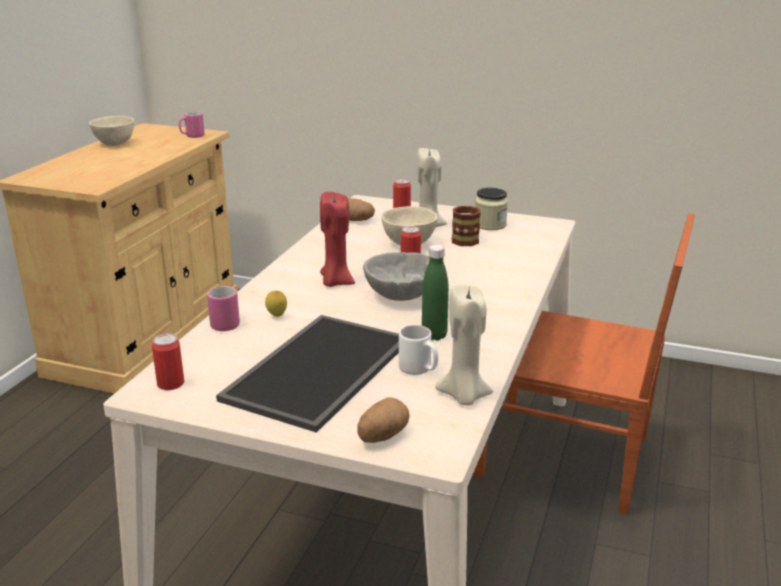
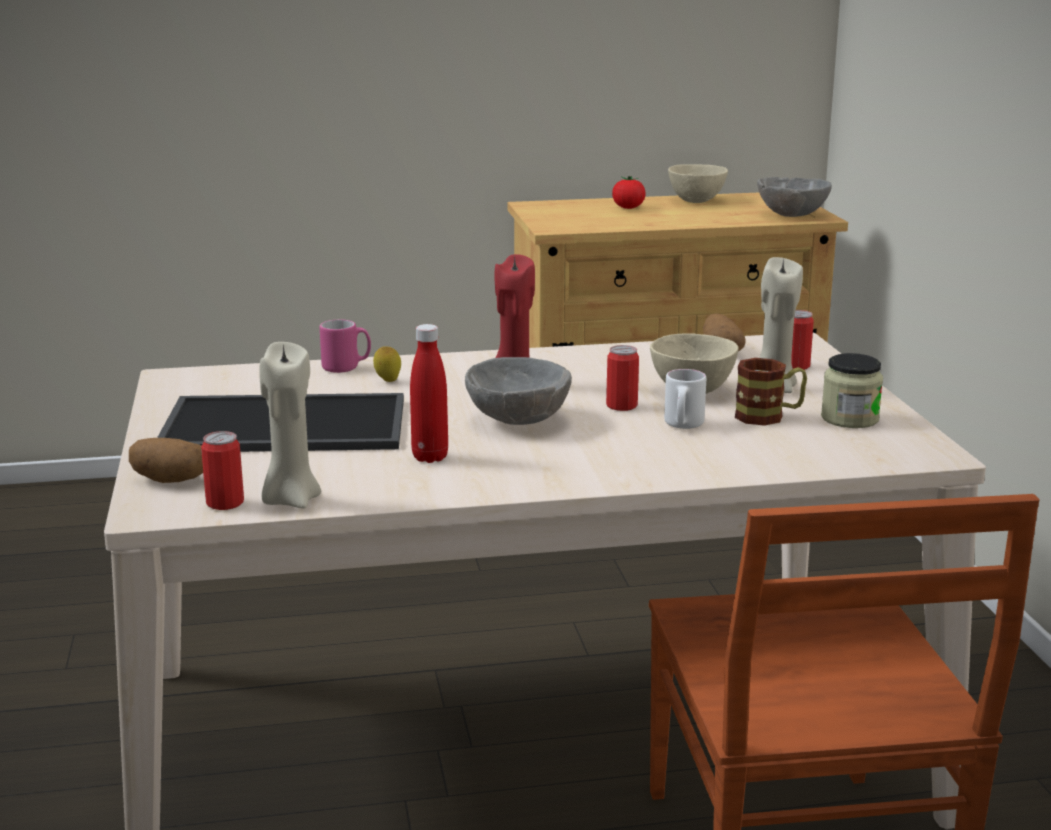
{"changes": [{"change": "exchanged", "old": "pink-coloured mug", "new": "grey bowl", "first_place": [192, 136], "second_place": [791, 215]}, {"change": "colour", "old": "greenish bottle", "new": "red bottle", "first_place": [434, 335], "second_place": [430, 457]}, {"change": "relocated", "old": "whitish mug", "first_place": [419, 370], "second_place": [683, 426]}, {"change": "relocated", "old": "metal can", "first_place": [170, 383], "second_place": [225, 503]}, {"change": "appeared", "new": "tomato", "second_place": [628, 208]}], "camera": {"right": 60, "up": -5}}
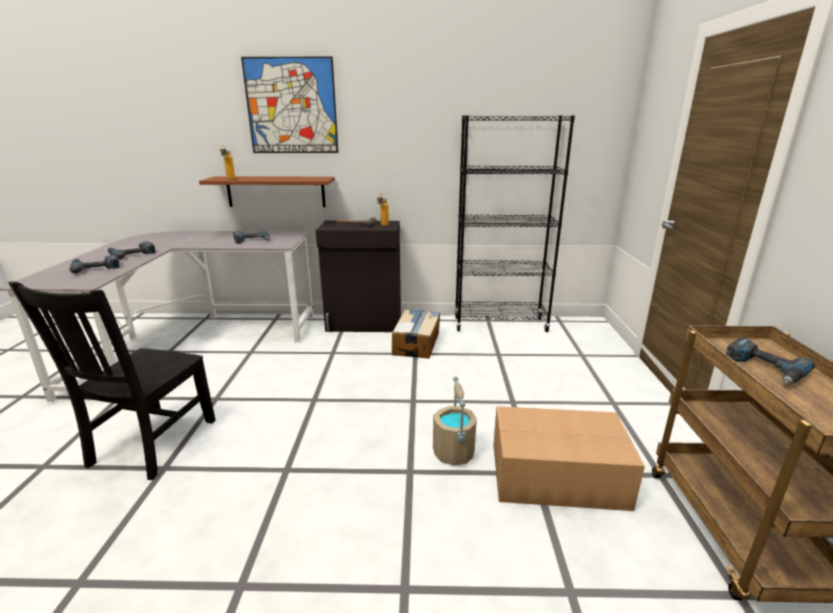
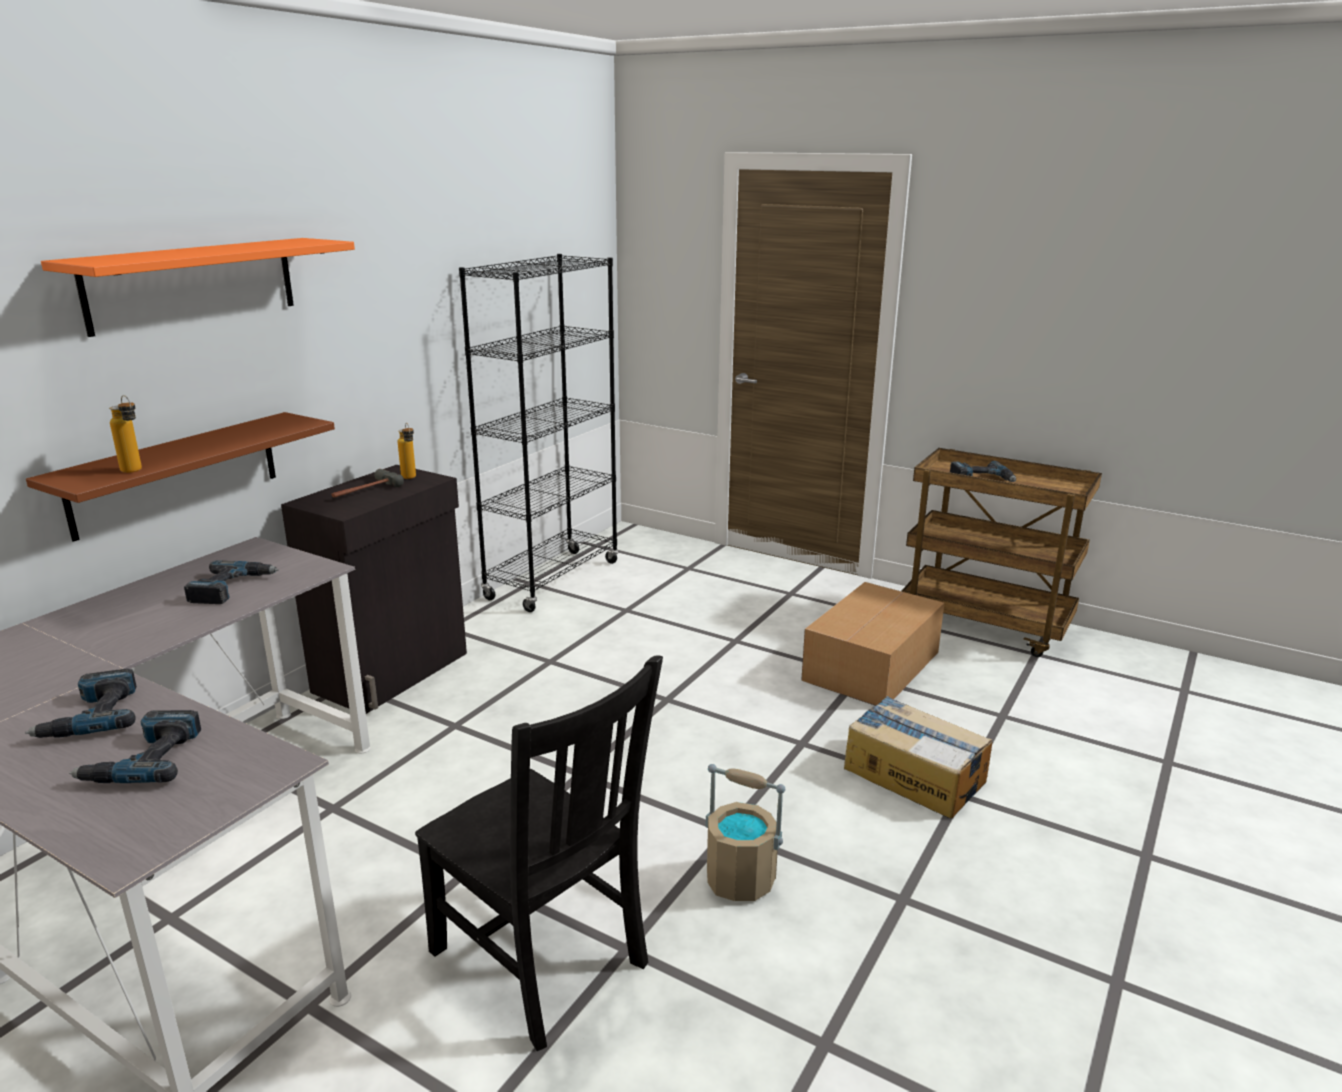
{"changes": [{"change": "exchanged", "old": "picture", "new": "orange wall shelf", "first_place": [291, 106], "second_place": [193, 284]}, {"change": "relocated", "old": "carton", "first_place": [416, 343], "second_place": [914, 774]}, {"change": "relocated", "old": "beige-coloured water bucket", "first_place": [454, 452], "second_place": [740, 880]}], "camera": {"right": -60, "up": 0}}
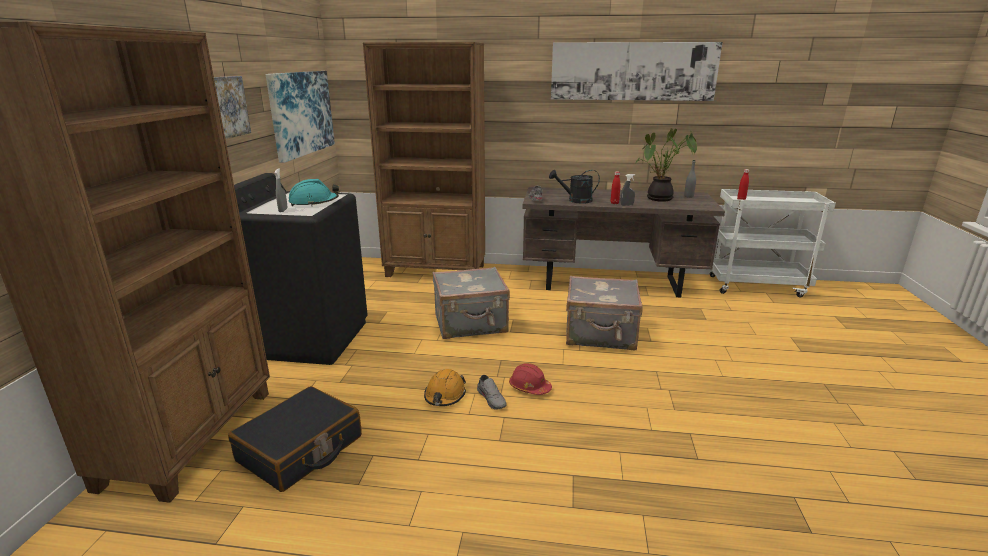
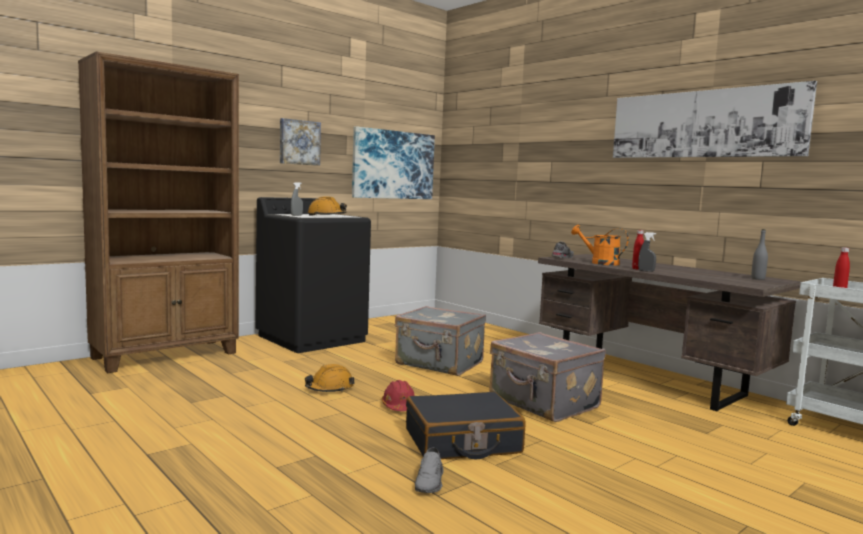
{"changes": [{"change": "missing", "old": "brownish shelving unit", "first_place": [436, 271]}, {"change": "missing", "old": "houseplant", "first_place": [659, 199]}, {"change": "colour", "old": "blackish sprinkling can", "new": "orange sprinkling can", "first_place": [575, 200], "second_place": [599, 263]}, {"change": "colour", "old": "blue-green work helmet", "new": "orange work helmet", "first_place": [314, 202], "second_place": [326, 216]}, {"change": "relocated", "old": "grey shoe", "first_place": [492, 399], "second_place": [430, 482]}, {"change": "relocated", "old": "blackish suitcase", "first_place": [300, 449], "second_place": [462, 442]}], "camera": {"right": 40, "up": -15}}
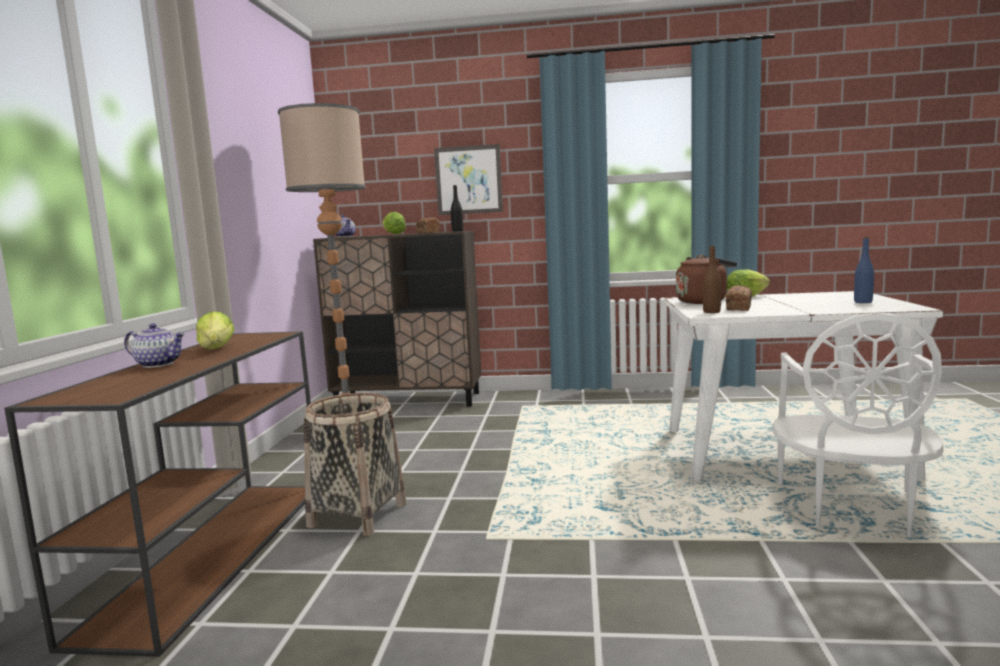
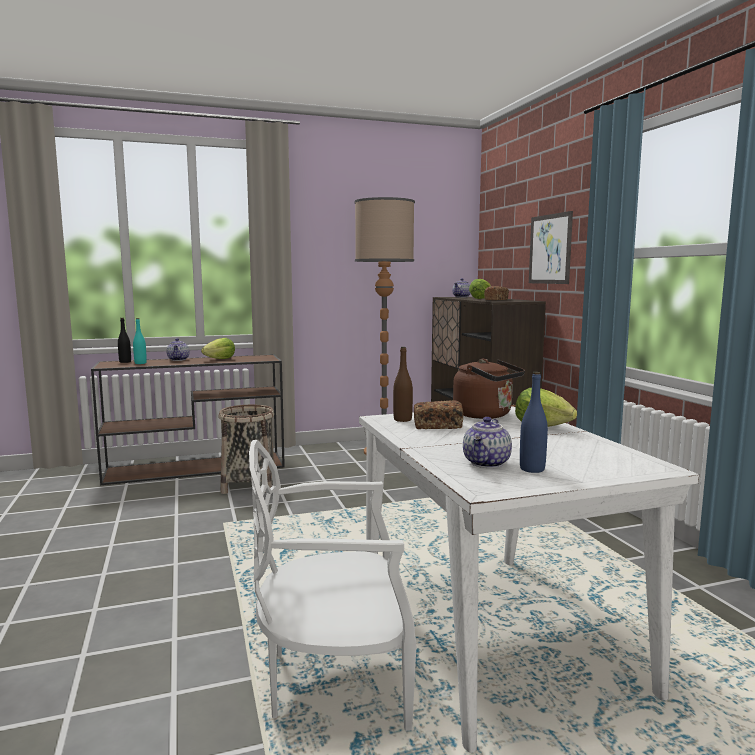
{"changes": [{"change": "relocated", "old": "blackish bottle", "first_place": [457, 231], "second_place": [125, 362]}, {"change": "appeared", "new": "blue-green bottle", "second_place": [140, 363]}, {"change": "appeared", "new": "teapot", "second_place": [487, 463]}], "camera": {"right": 65, "up": 0}}
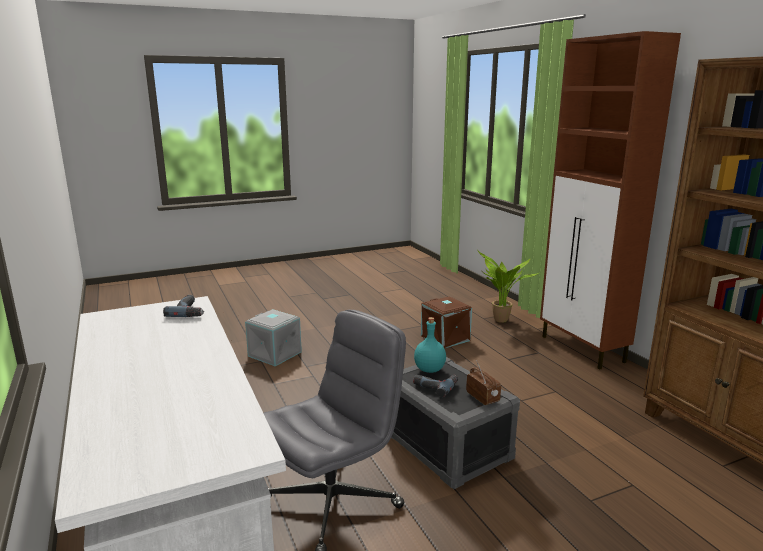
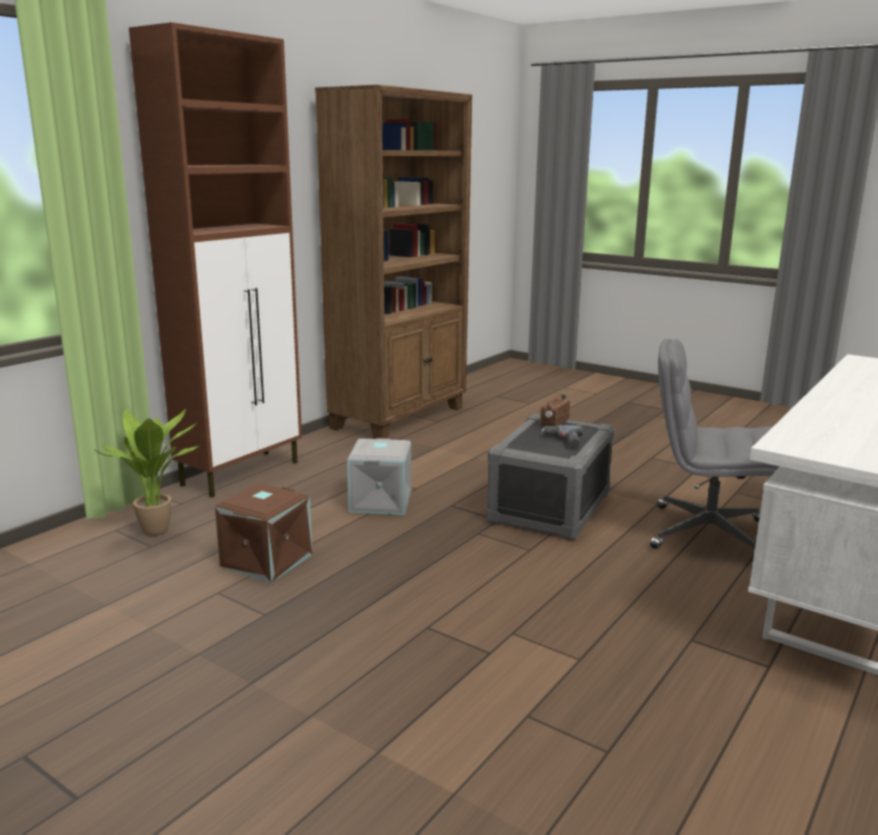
{"changes": [{"change": "missing", "old": "drill", "first_place": [190, 311]}, {"change": "relocated", "old": "grey storage bin", "first_place": [274, 354], "second_place": [382, 502]}, {"change": "missing", "old": "blue-green bottle", "first_place": [430, 369]}], "camera": {"right": -120, "up": 0}}
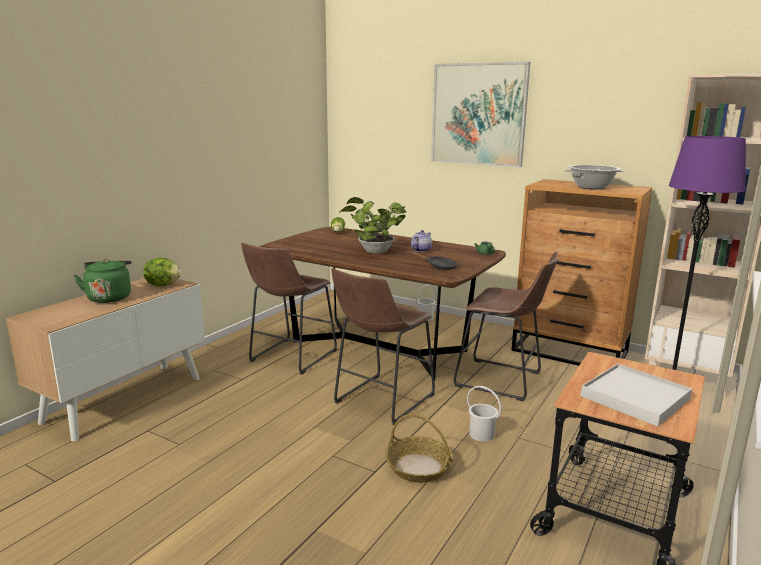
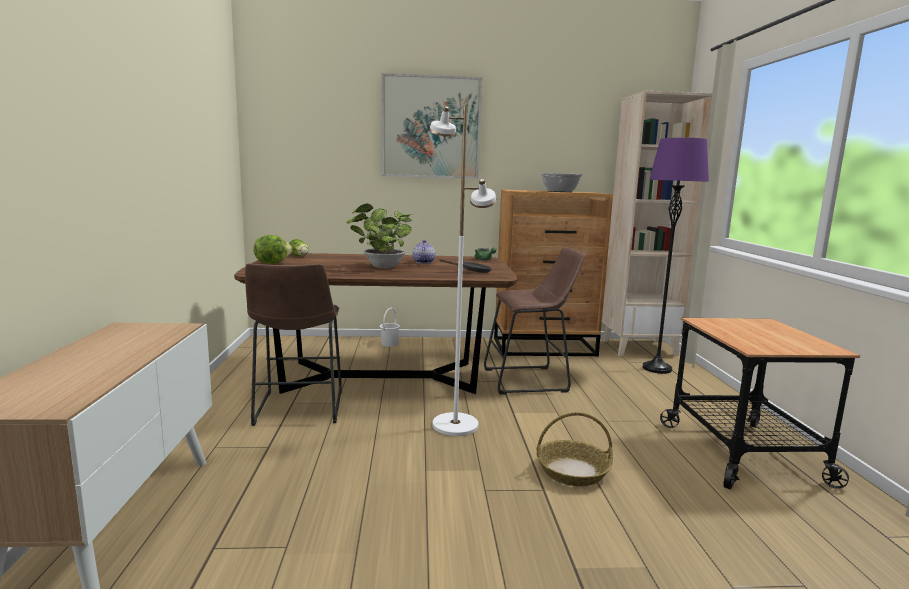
{"changes": [{"change": "relocated", "old": "lettuce", "first_place": [163, 285], "second_place": [272, 263]}, {"change": "missing", "old": "greenish kettle", "first_place": [109, 297]}, {"change": "exchanged", "old": "brownish sitting stool", "new": "whitish standard lamp", "first_place": [381, 401], "second_place": [455, 425]}, {"change": "missing", "old": "whitish carrying tray", "first_place": [635, 397]}, {"change": "missing", "old": "whitish water bucket", "first_place": [481, 434]}], "camera": {"right": -35, "up": -5}}
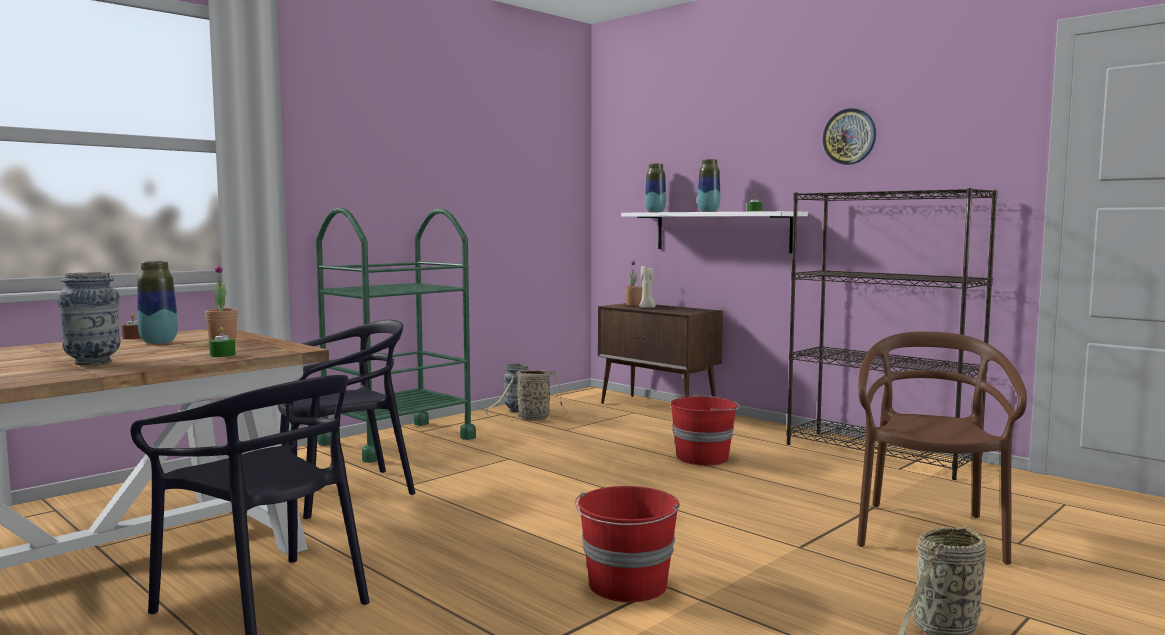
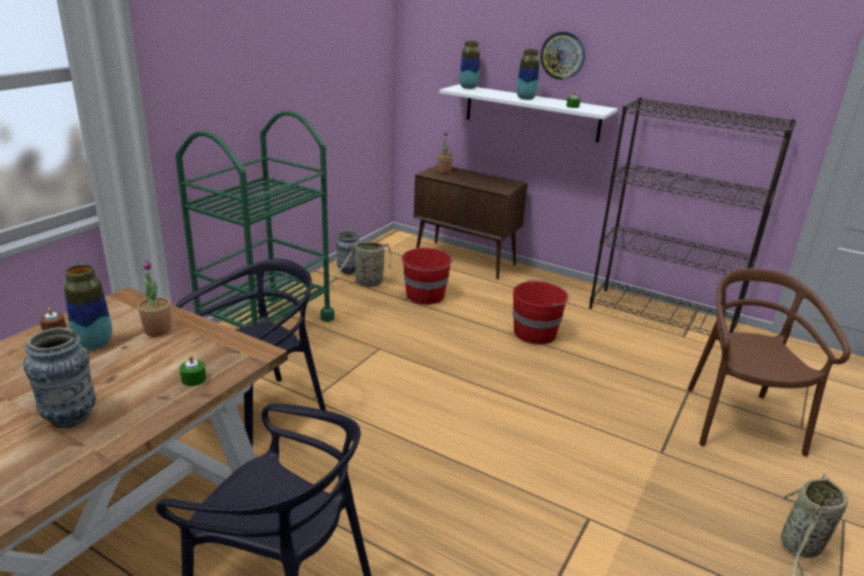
{"changes": [{"change": "relocated", "old": "clock on the wall", "first_place": [849, 136], "second_place": [562, 55]}, {"change": "missing", "old": "beige-coloured wax light", "first_place": [647, 308]}, {"change": "relocated", "old": "red water bucket", "first_place": [627, 585], "second_place": [425, 296]}], "camera": {"right": -15, "up": 20}}
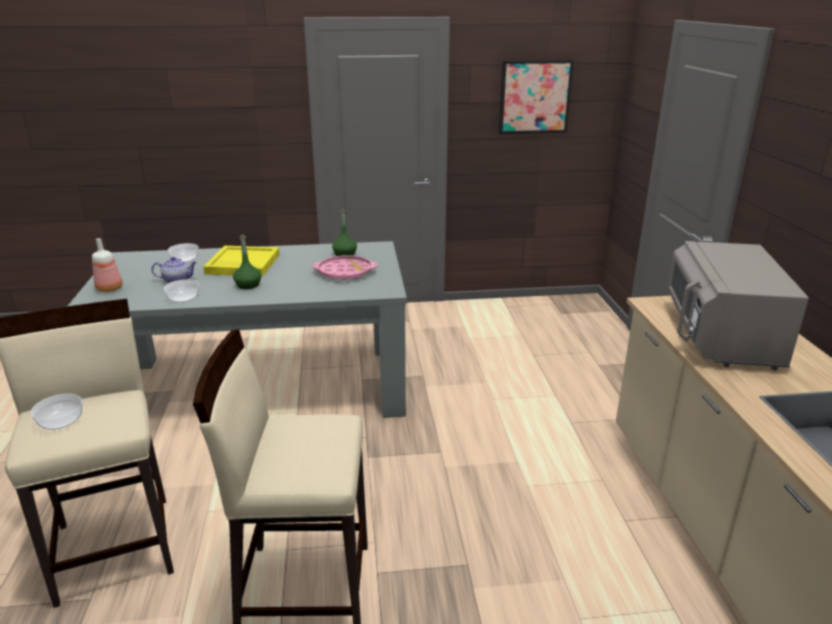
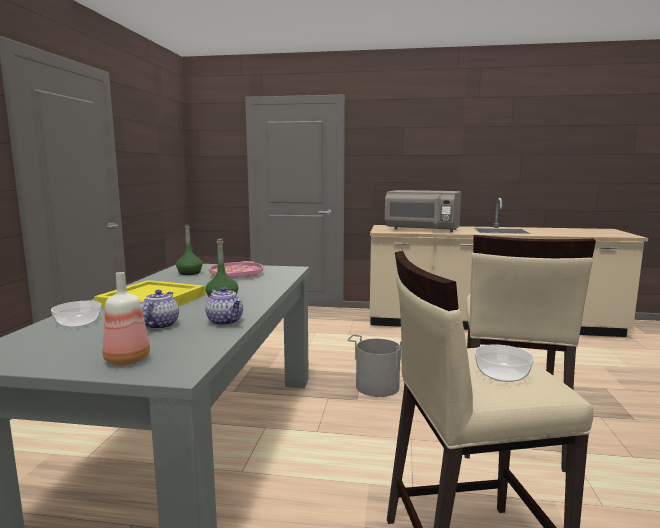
{"changes": [{"change": "missing", "old": "picture", "first_place": [534, 97]}, {"change": "exchanged", "old": "bowl", "new": "teapot", "first_place": [183, 298], "second_place": [225, 322]}, {"change": "appeared", "new": "grey water bucket", "second_place": [377, 386]}], "camera": {"right": -75, "up": -15}}
